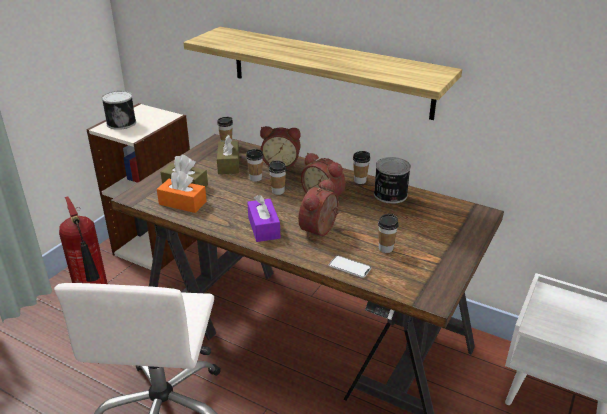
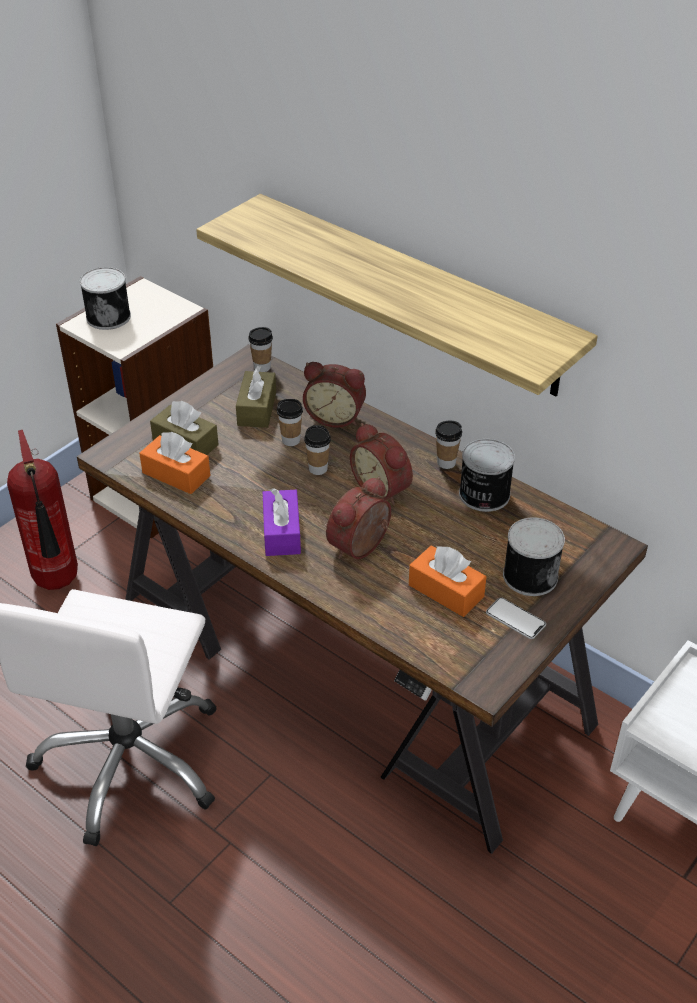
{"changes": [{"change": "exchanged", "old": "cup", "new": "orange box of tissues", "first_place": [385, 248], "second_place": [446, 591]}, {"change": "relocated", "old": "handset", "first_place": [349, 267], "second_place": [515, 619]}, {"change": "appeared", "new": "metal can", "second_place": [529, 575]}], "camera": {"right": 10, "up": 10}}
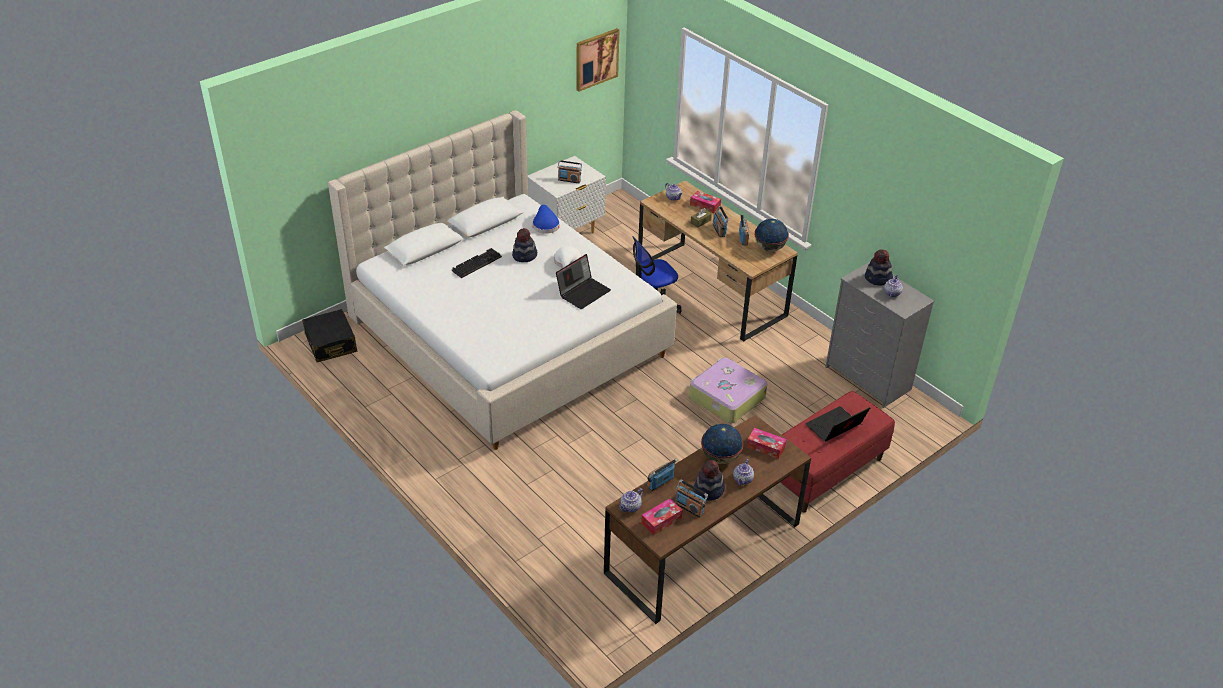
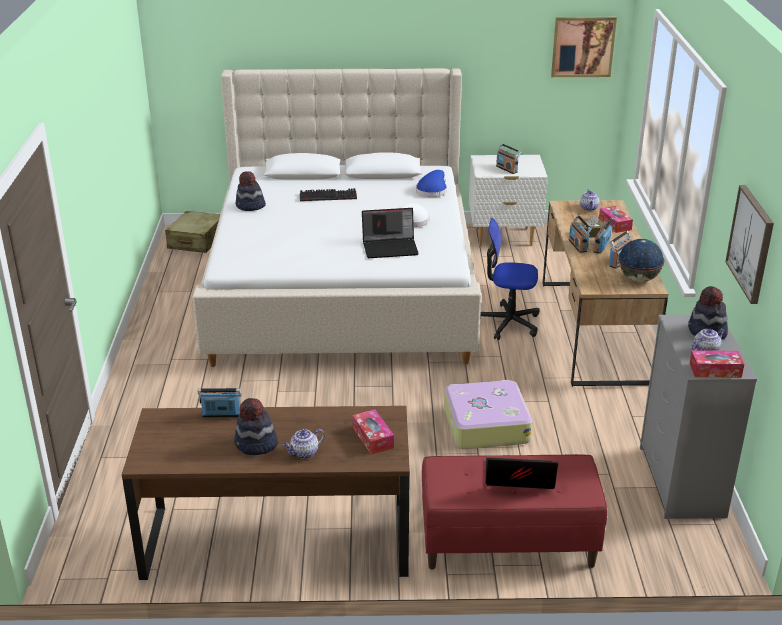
{"changes": [{"change": "relocated", "old": "clothing hat", "first_place": [525, 256], "second_place": [250, 206]}, {"change": "colour", "old": "blackish suitcase", "new": "beige-coloured suitcase", "first_place": [331, 344], "second_place": [196, 241]}, {"change": "missing", "old": "desk globe", "first_place": [720, 457]}, {"change": "relocated", "old": "radio", "first_place": [689, 508], "second_place": [578, 245]}, {"change": "missing", "old": "teapot", "first_place": [630, 507]}, {"change": "relocated", "old": "box of tissues", "first_place": [661, 520], "second_place": [715, 370]}, {"change": "appeared", "new": "picture", "second_place": [751, 243]}], "camera": {"right": 40, "up": -10}}
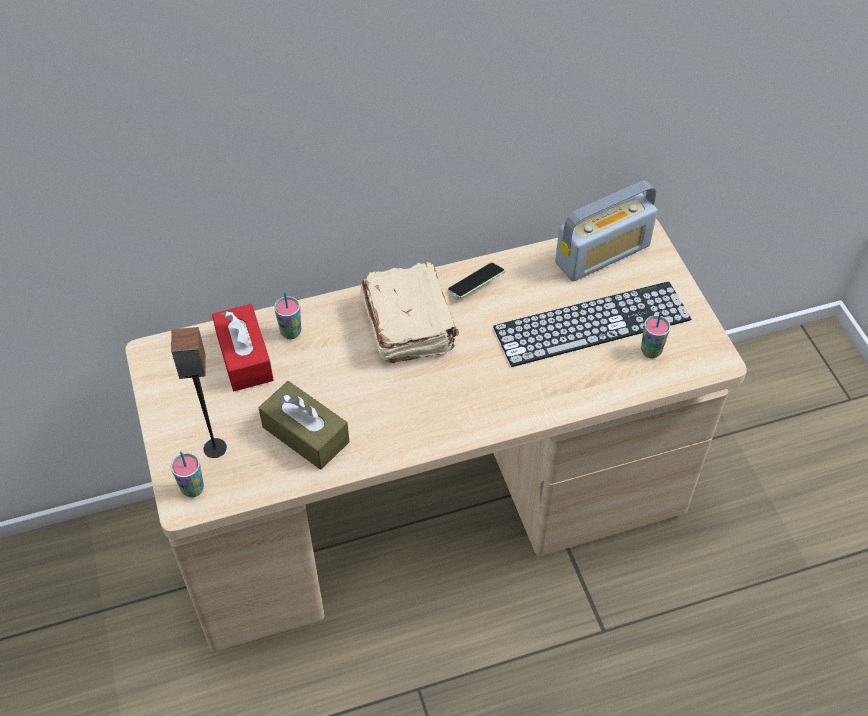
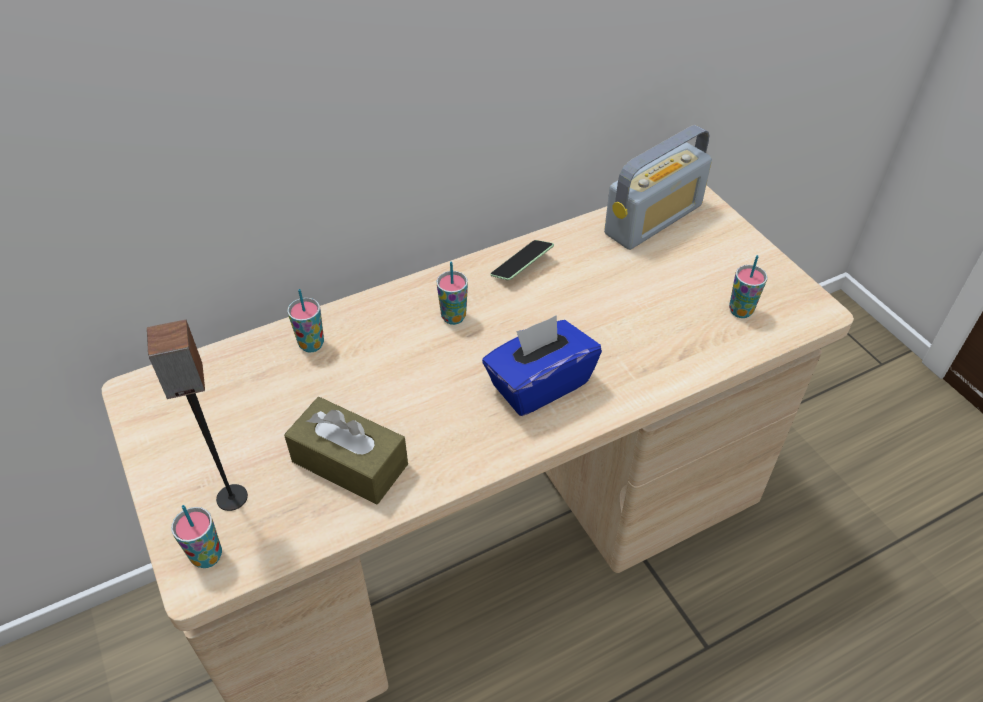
{"changes": [{"change": "exchanged", "old": "beige-coloured book", "new": "cup", "first_place": [409, 324], "second_place": [453, 317]}, {"change": "missing", "old": "PC keyboard", "first_place": [592, 323]}, {"change": "missing", "old": "red box of tissues", "first_place": [244, 357]}, {"change": "appeared", "new": "blue-coloured box of tissues", "second_place": [539, 384]}], "camera": {"right": -10, "up": -5}}
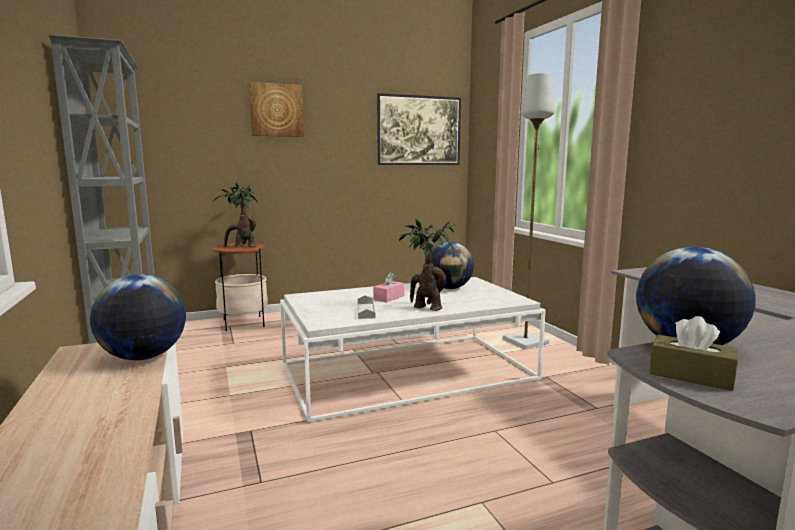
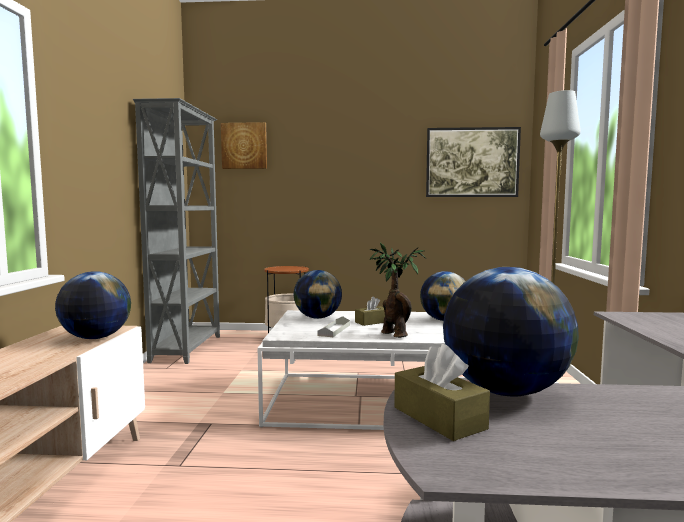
{"changes": [{"change": "relocated", "old": "picture", "first_place": [276, 110], "second_place": [244, 146]}, {"change": "missing", "old": "houseplant", "first_place": [242, 247]}, {"change": "colour", "old": "pink-coloured box of tissues", "new": "brownish box of tissues", "first_place": [389, 298], "second_place": [372, 322]}, {"change": "appeared", "new": "desk globe", "second_place": [318, 317]}], "camera": {"right": 25, "up": -5}}
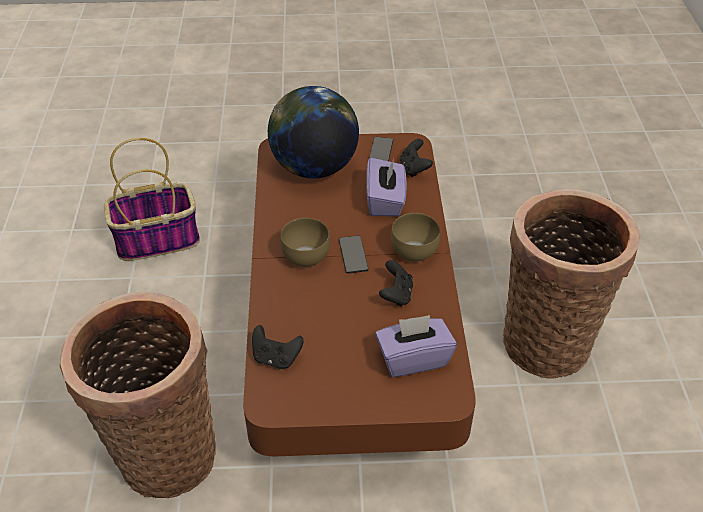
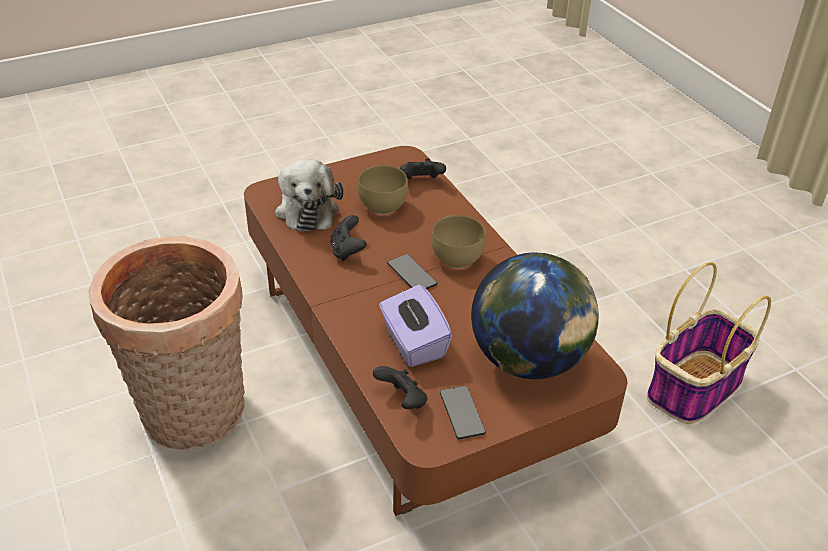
{"changes": [{"change": "relocated", "old": "brownish bowl", "first_place": [414, 254], "second_place": [381, 205]}, {"change": "missing", "old": "household basket", "first_place": [162, 451]}, {"change": "exchanged", "old": "purplish box of tissues", "new": "plush toy", "first_place": [413, 358], "second_place": [307, 209]}], "camera": {"right": 155, "up": -5}}
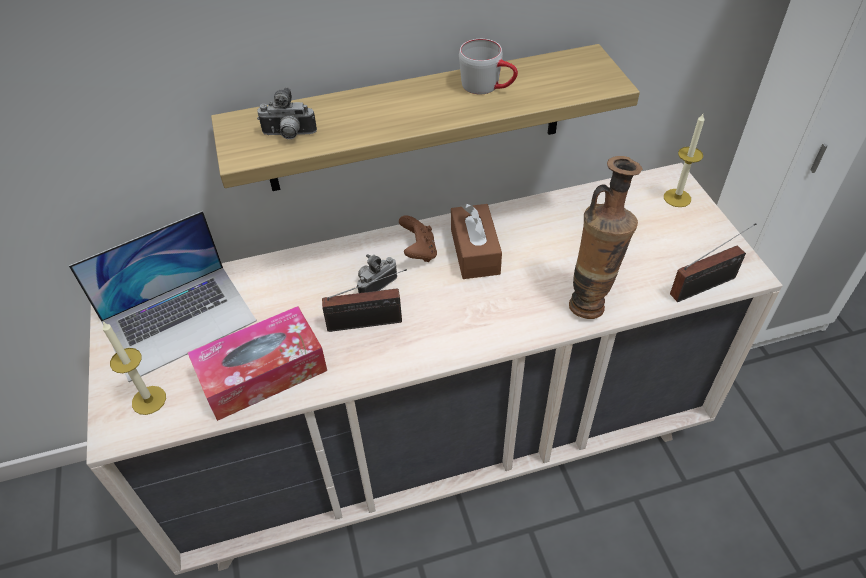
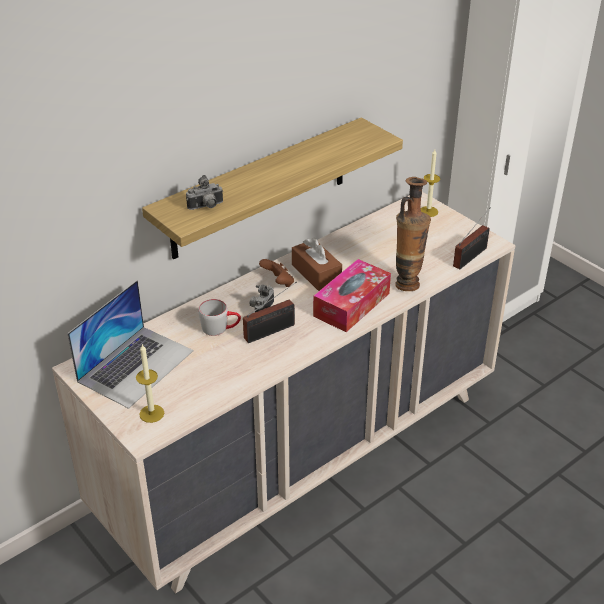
{"changes": [{"change": "relocated", "old": "grey mug", "first_place": [488, 87], "second_place": [220, 328]}, {"change": "relocated", "old": "box of tissues", "first_place": [262, 373], "second_place": [351, 304]}], "camera": {"right": -25, "up": -10}}
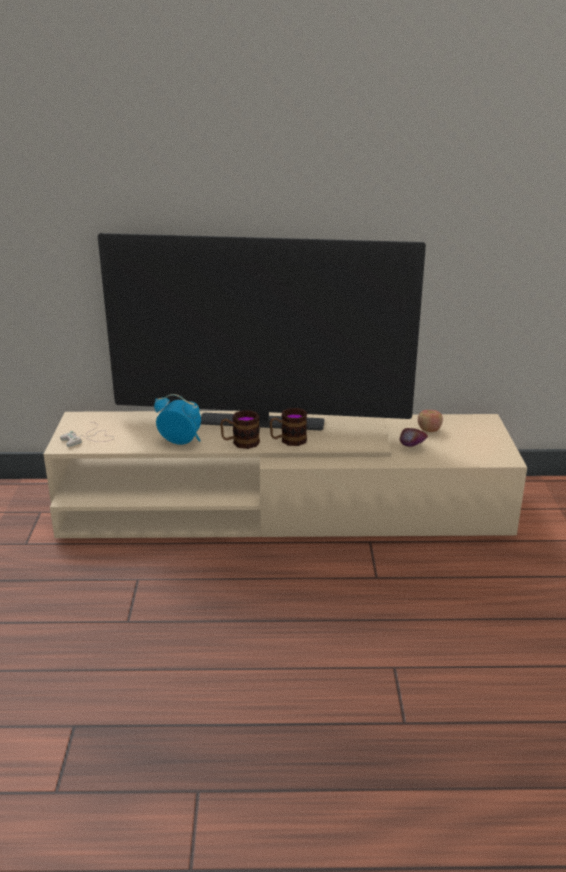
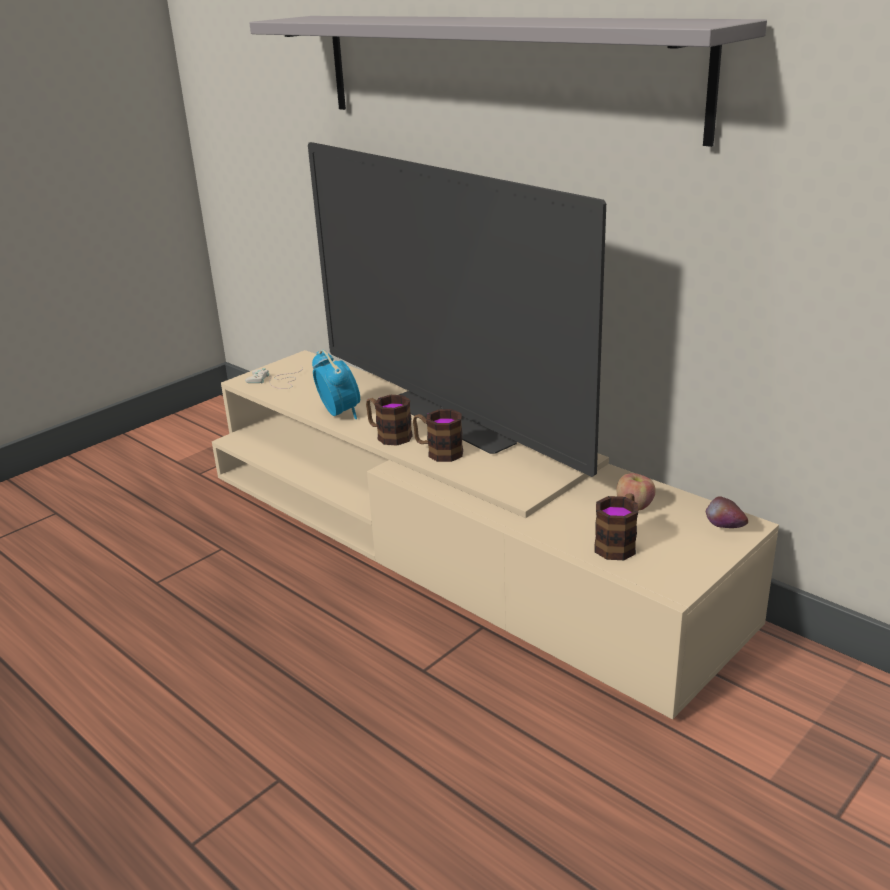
{"changes": [{"change": "relocated", "old": "apple", "first_place": [412, 448], "second_place": [724, 530]}, {"change": "appeared", "new": "grey wall shelf", "second_place": [497, 72]}, {"change": "appeared", "new": "mug", "second_place": [618, 543]}], "camera": {"right": 45, "up": 0}}
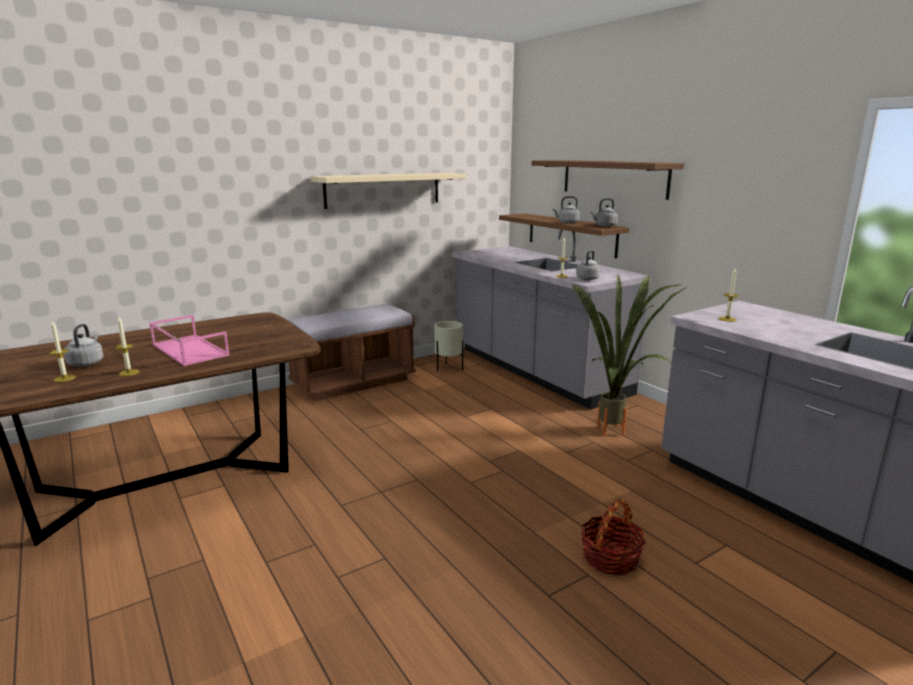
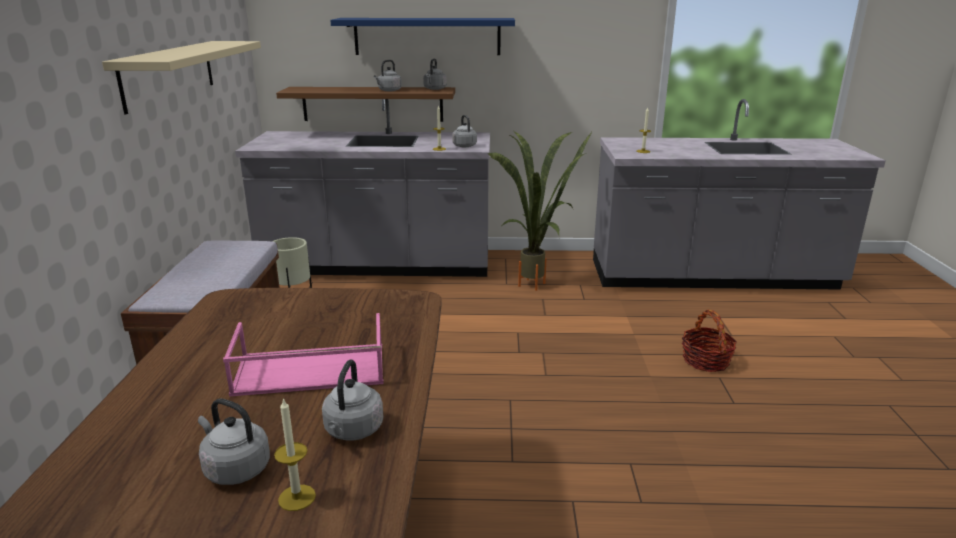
{"changes": [{"change": "colour", "old": "brownish wall shelf", "new": "blue-coloured wall shelf", "first_place": [613, 178], "second_place": [427, 36]}, {"change": "exchanged", "old": "wax light", "new": "grey kettle", "first_place": [129, 372], "second_place": [353, 431]}], "camera": {"right": -55, "up": 5}}
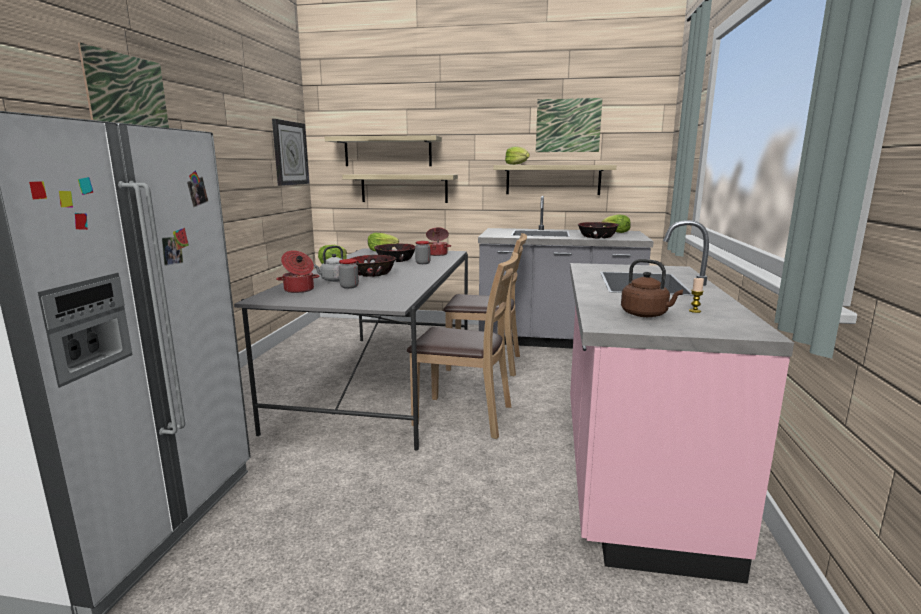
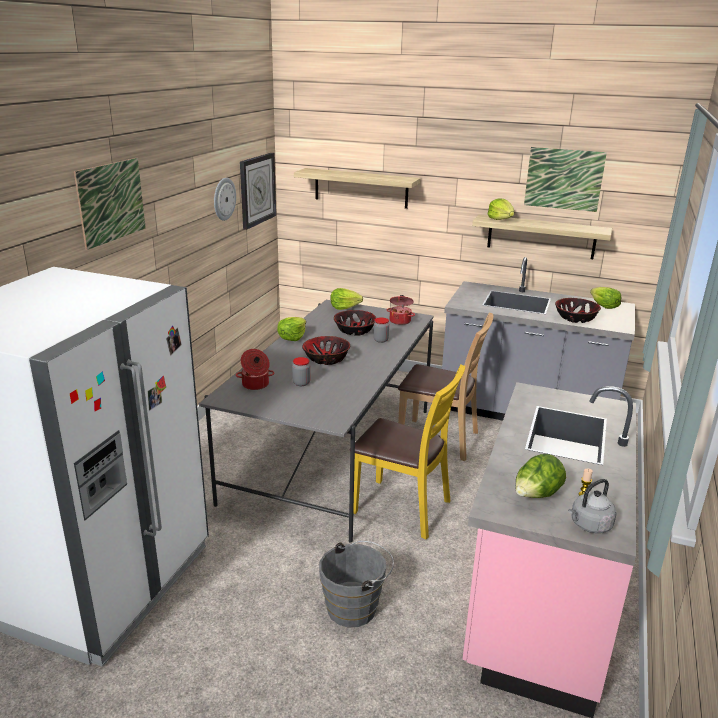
{"changes": [{"change": "missing", "old": "wall shelf", "first_place": [404, 188]}, {"change": "relocated", "old": "grey kettle", "first_place": [333, 280], "second_place": [589, 525]}, {"change": "colour", "old": "brownish plain chair", "new": "yellowish plain chair", "first_place": [464, 416], "second_place": [402, 508]}, {"change": "exchanged", "old": "brownish kettle", "new": "lettuce", "first_place": [646, 315], "second_place": [536, 496]}, {"change": "appeared", "new": "clock on the wall", "second_place": [223, 199]}, {"change": "appeared", "new": "grey water bucket", "second_place": [356, 607]}], "camera": {"right": 10, "up": 10}}
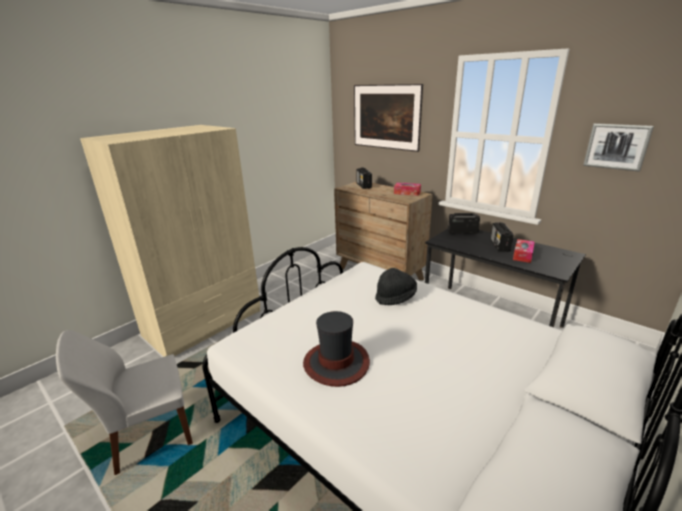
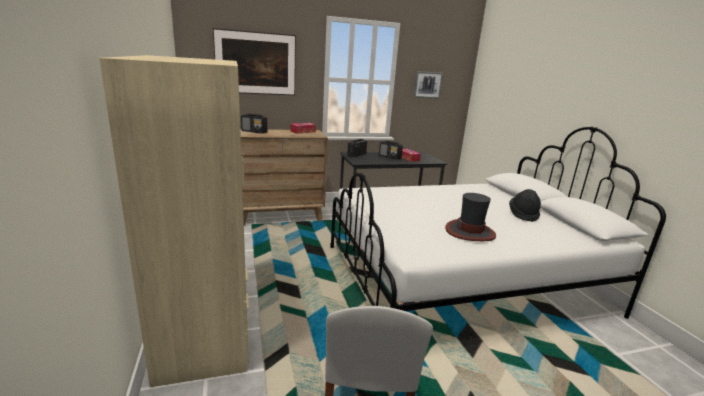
{"changes": [{"change": "relocated", "old": "blackish clothing hat", "first_place": [395, 297], "second_place": [523, 215]}], "camera": {"right": -60, "up": -5}}
